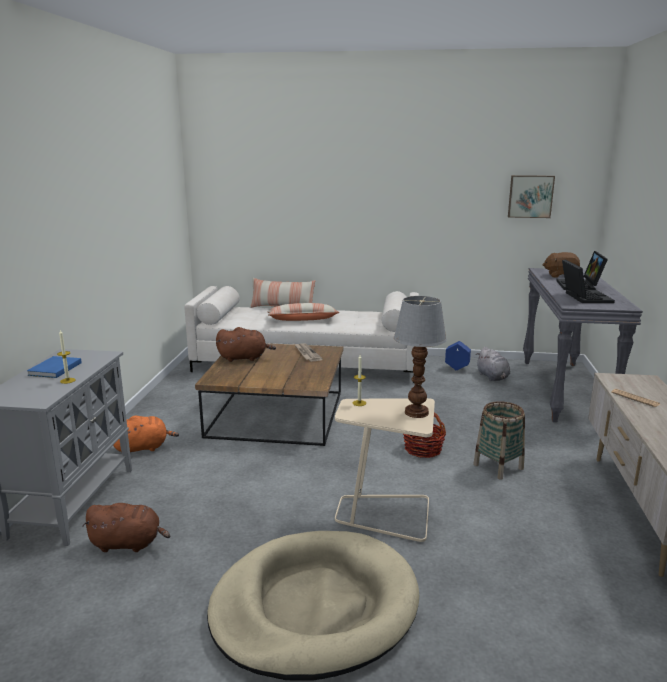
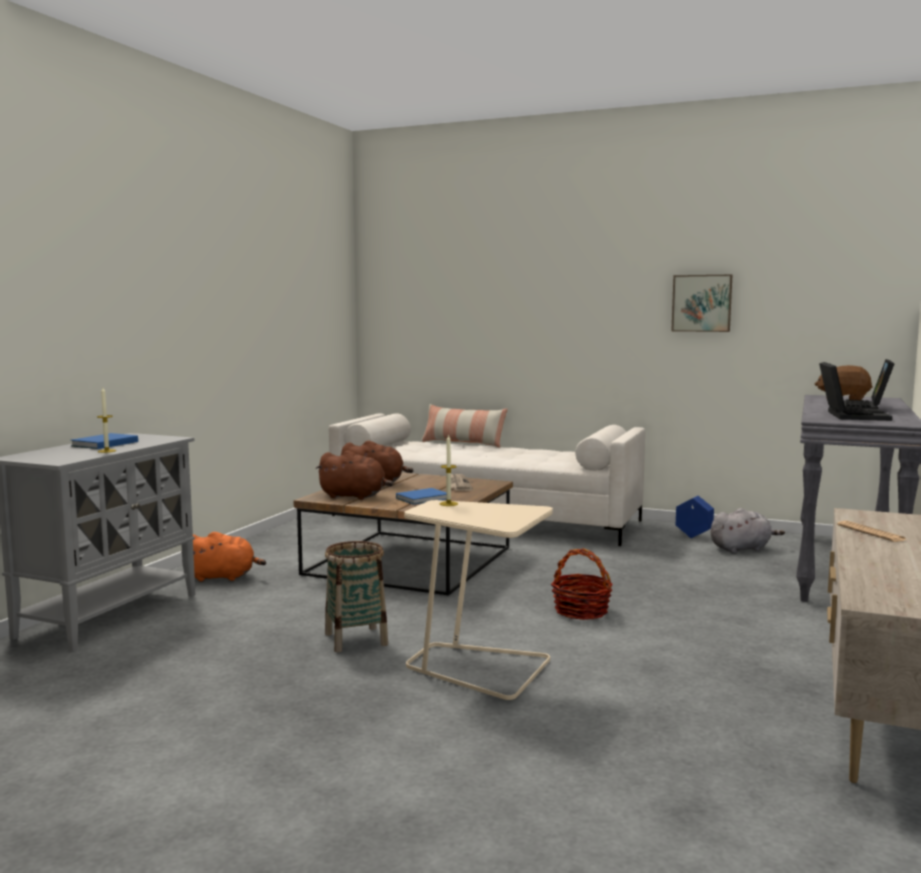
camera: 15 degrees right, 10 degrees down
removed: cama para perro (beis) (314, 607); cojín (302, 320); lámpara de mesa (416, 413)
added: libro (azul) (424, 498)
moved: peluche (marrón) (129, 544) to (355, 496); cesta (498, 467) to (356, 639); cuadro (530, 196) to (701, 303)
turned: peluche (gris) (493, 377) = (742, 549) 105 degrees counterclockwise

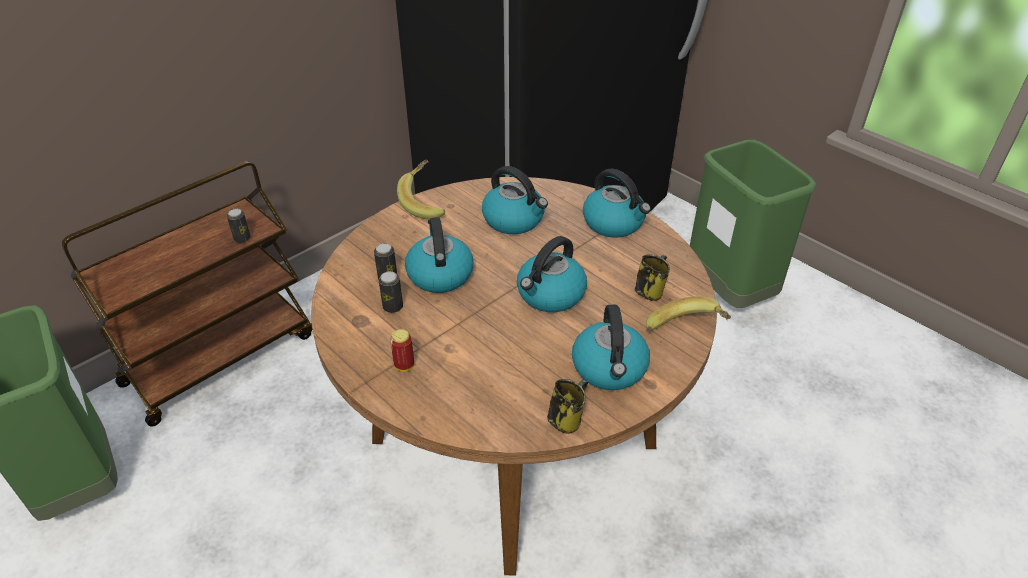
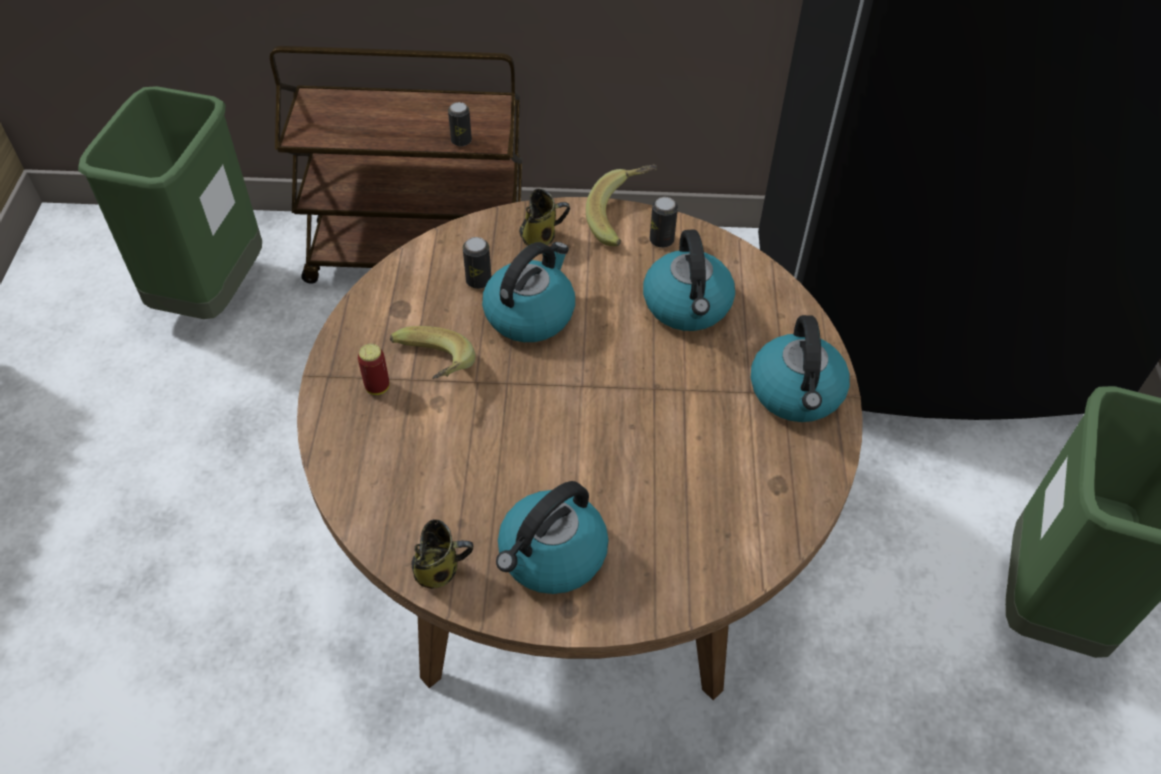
camera: 45 degrees right, 10 degrees up
removed: hervidor (550, 295)
moved: plátano (686, 332) to (430, 371); taza grande (650, 291) to (541, 236); lata (393, 307) to (661, 240)

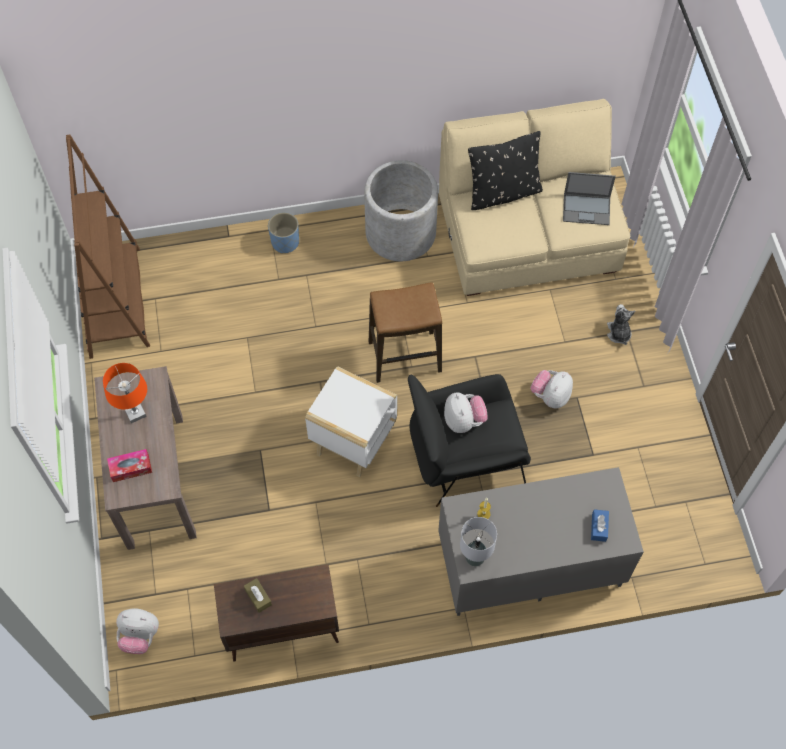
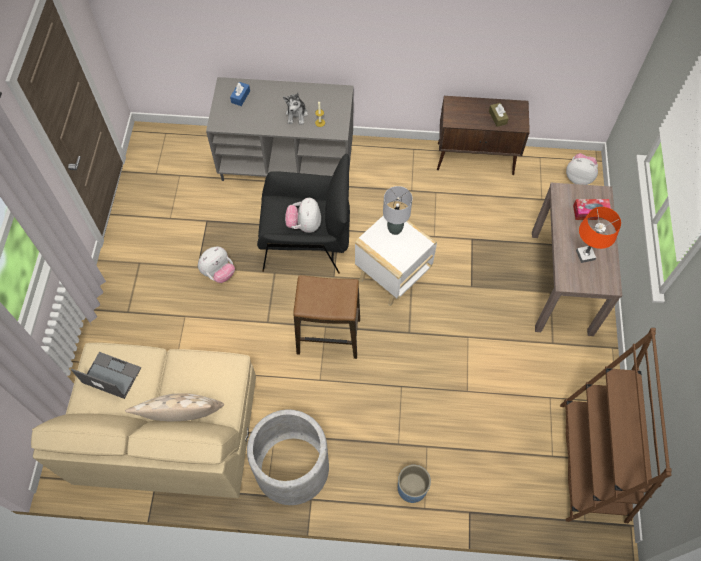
camera: 165 degrees left, 0 degrees up
moved: peluche (618, 333) to (297, 114); lámpara de mesa (gris) (475, 559) to (395, 229)
recoloured: cojín (negro) (503, 193) to cojín (beis) (184, 417)

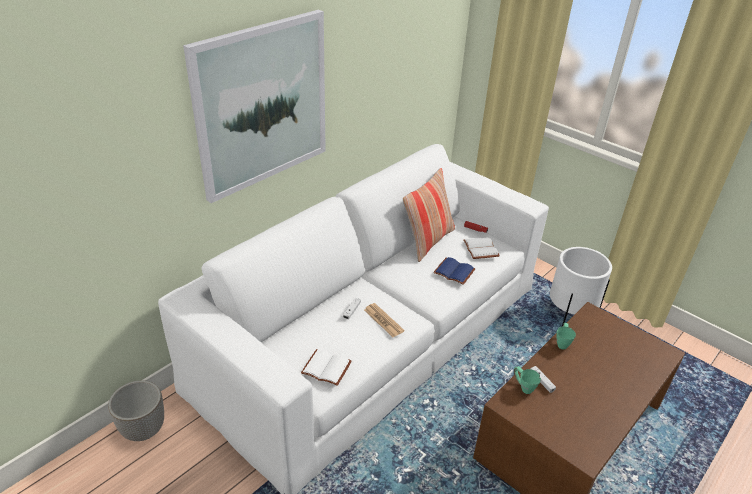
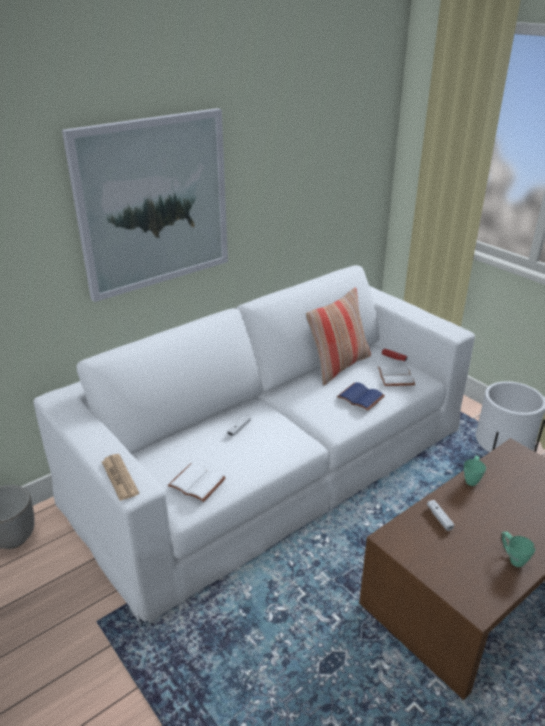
camera: 10 degrees right, 5 degrees down
moved: periódico (383, 320) to (119, 477); taza grande (verde) (523, 387) to (512, 558)

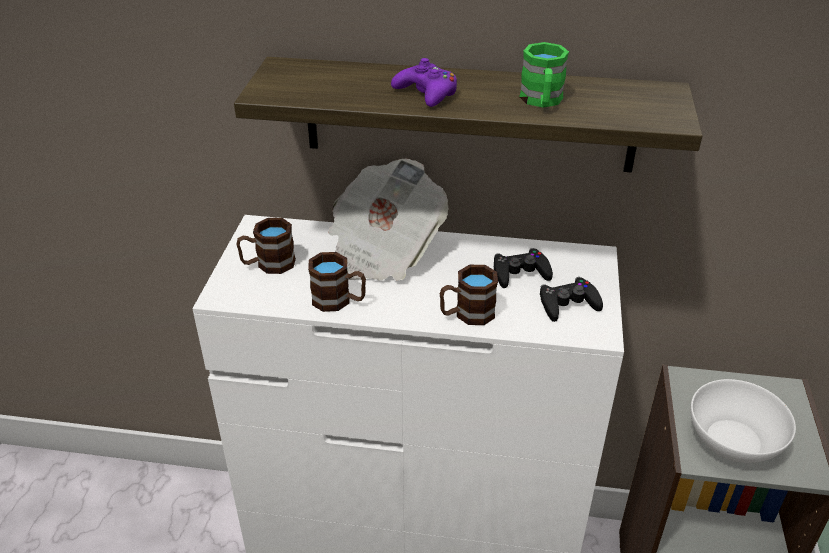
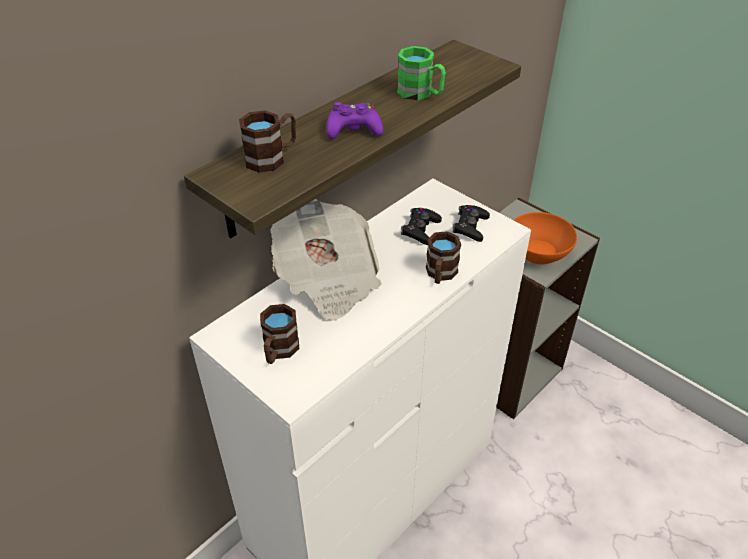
camera: 55 degrees left, 5 degrees up
moved: taza grande (marrón) (339, 301) to (272, 157)
recoloured: cuenco (blanco) (733, 440) to cuenco (naranja) (538, 252)

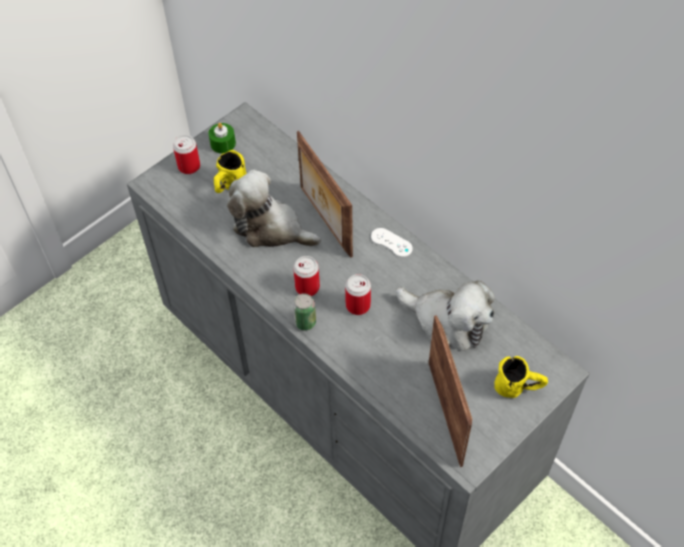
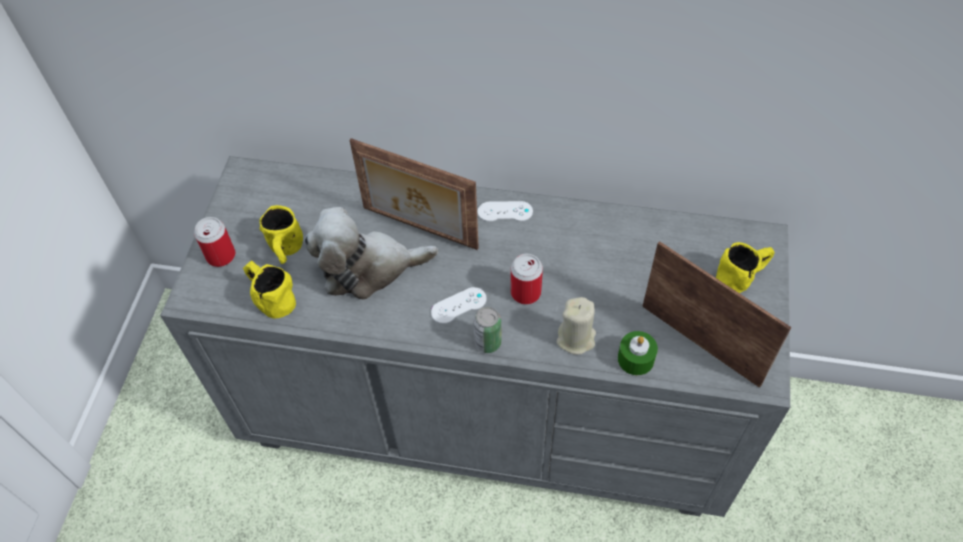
camera: 35 degrees left, 0 degrees up
removed: peluche (447, 322)
added: taza grande (amarillo) (270, 298); vela (beis) (576, 338)
moved: vela (verde) (223, 143) to (635, 359)
replaced: lata (307, 287) to mando de consola (blanco) (458, 305)

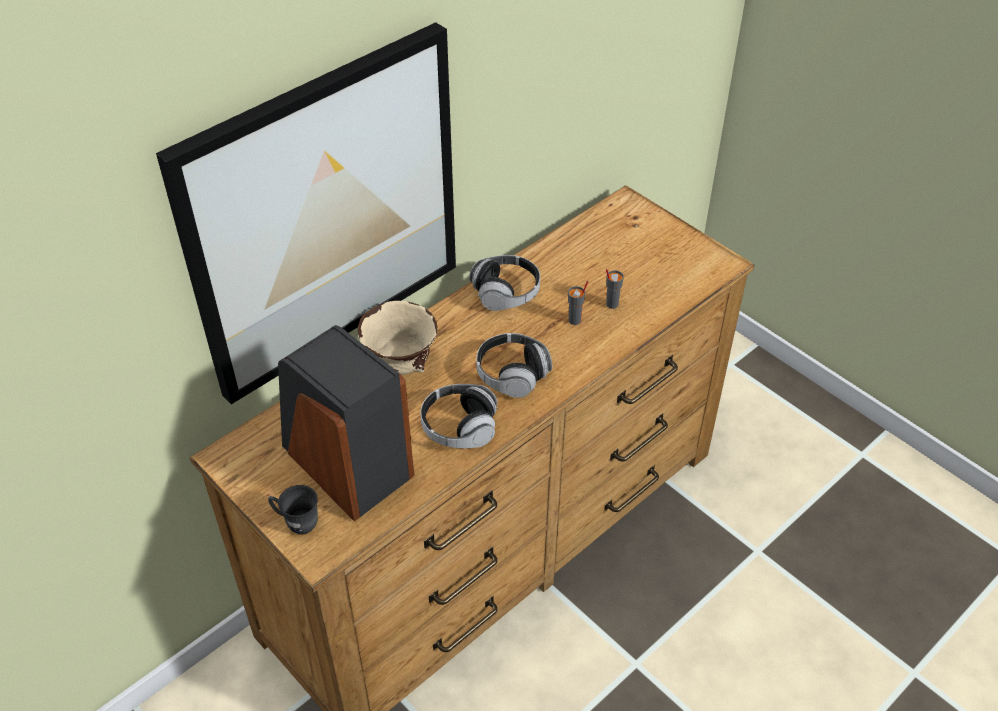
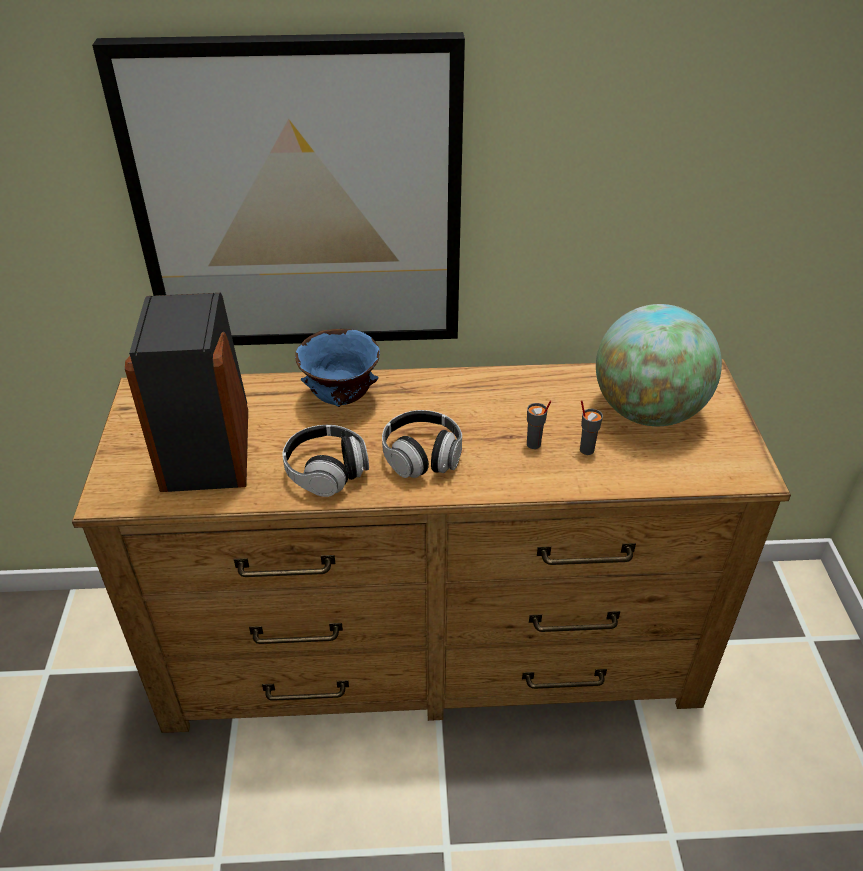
camera: 40 degrees right, 5 degrees down
removed: taza grande (gris) (296, 522); auriculares (506, 293)
added: globo terráqueo (647, 412)
recoloured: cuenco (beis) (401, 366) to cuenco (azul) (342, 399)

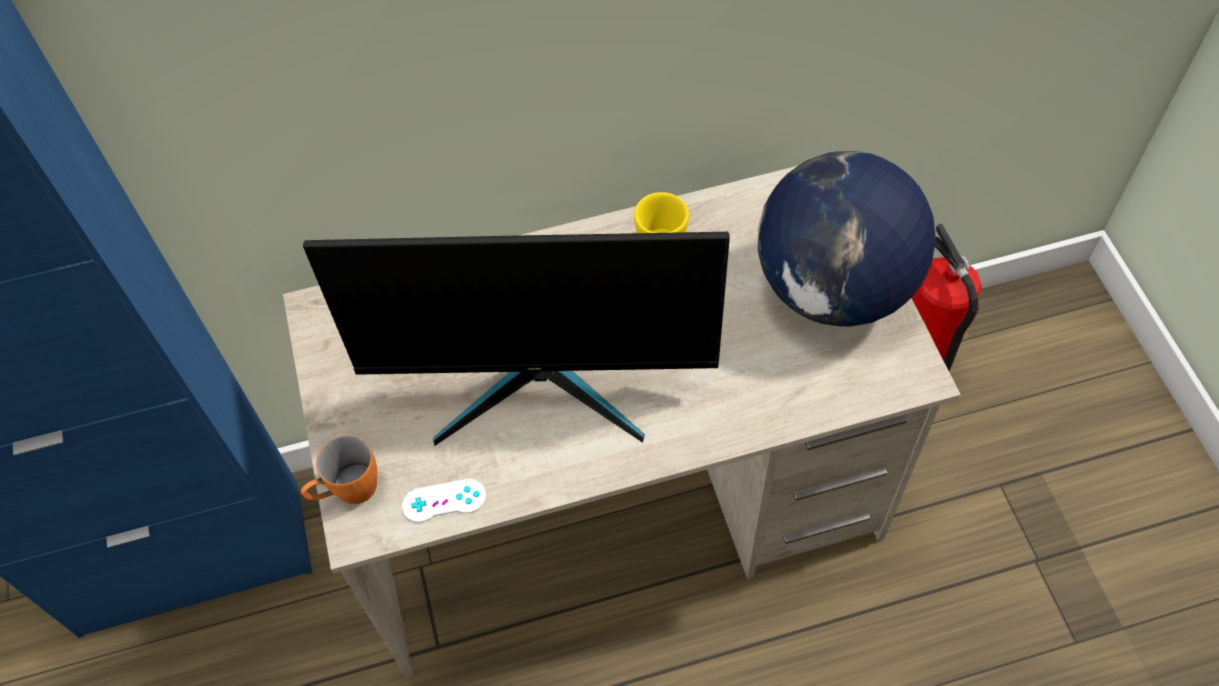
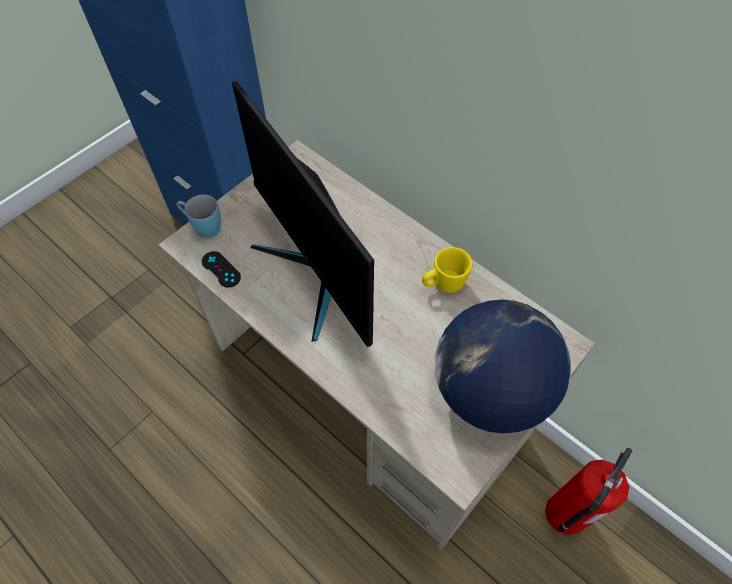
camera: 55 degrees right, 0 degrees up
recoloured: taza grande (naranja) (347, 492) to taza grande (azul) (203, 227); mando de consola (blanco) (444, 501) to mando de consola (negro) (221, 269)

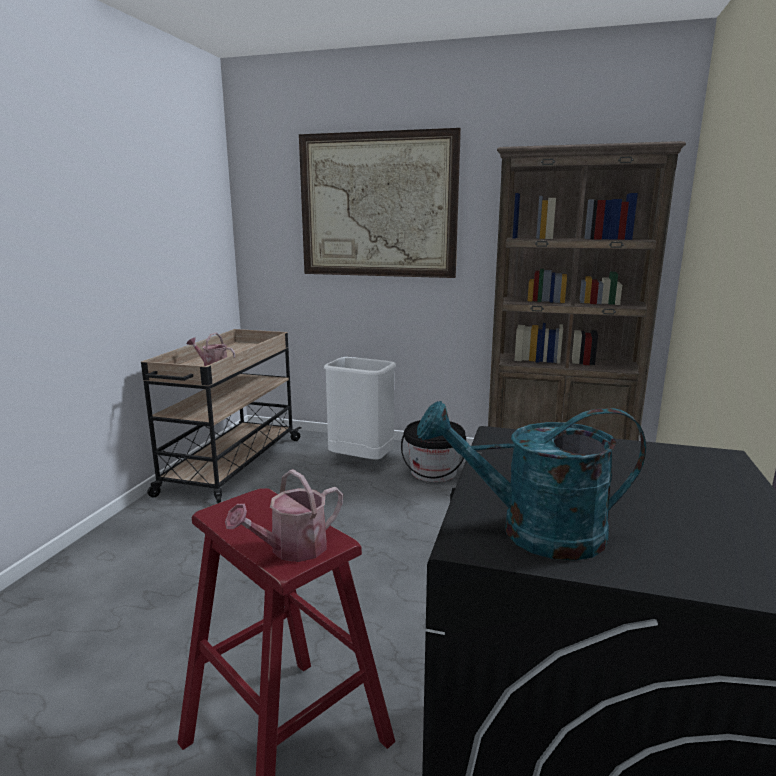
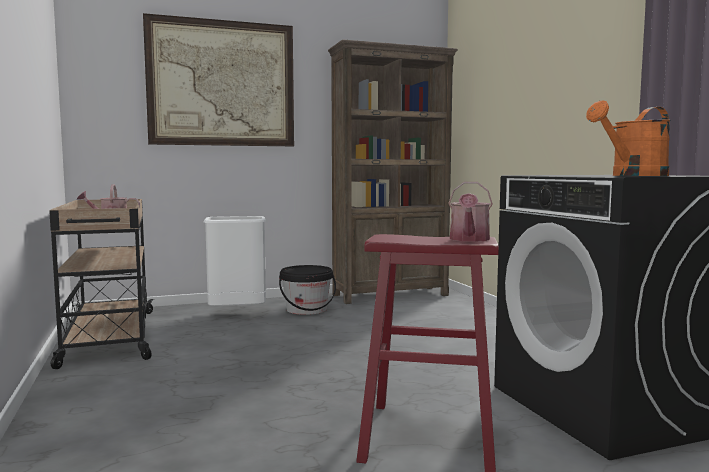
camera: 35 degrees left, 10 degrees down
recoloured: regadera (turquesa) (533, 532) to regadera (naranja) (633, 175)

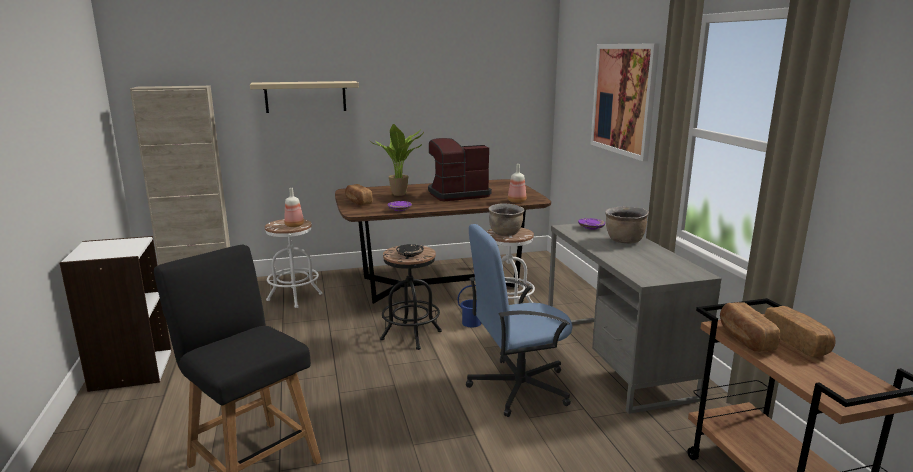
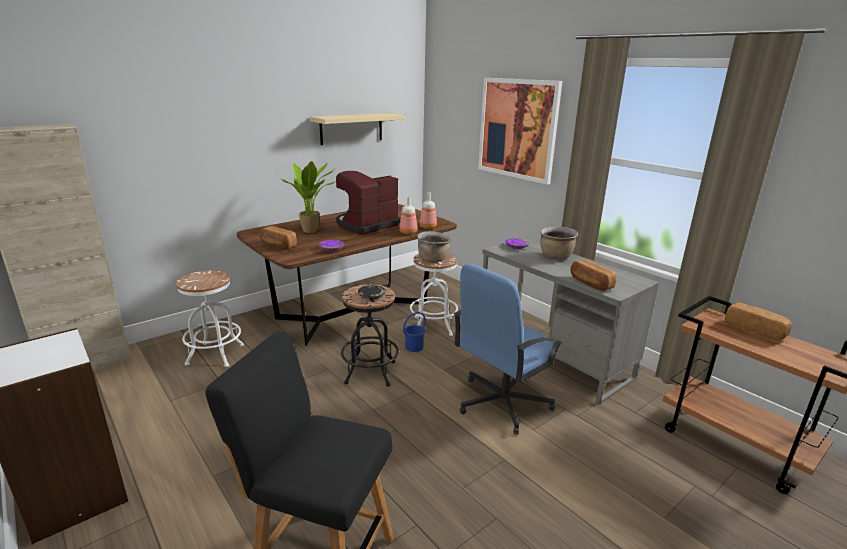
camera: 25 degrees left, 5 degrees up
moved: estante (beis) (305, 96) to (351, 128); botella (295, 225) to (408, 232); pan (744, 338) to (590, 283)

